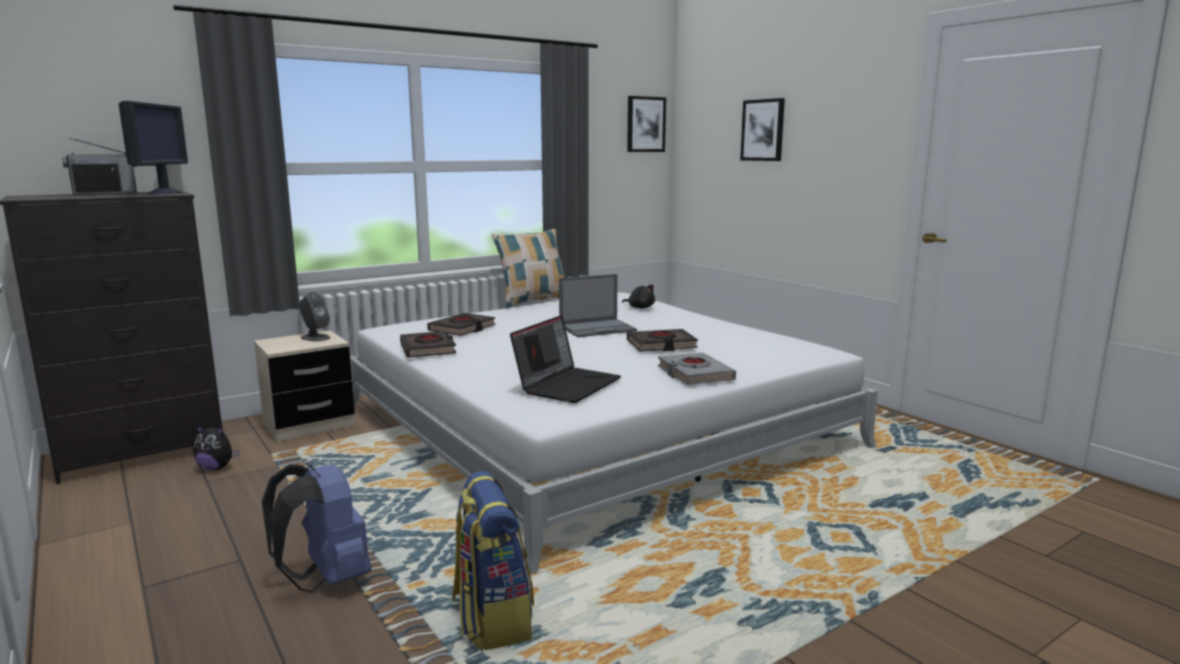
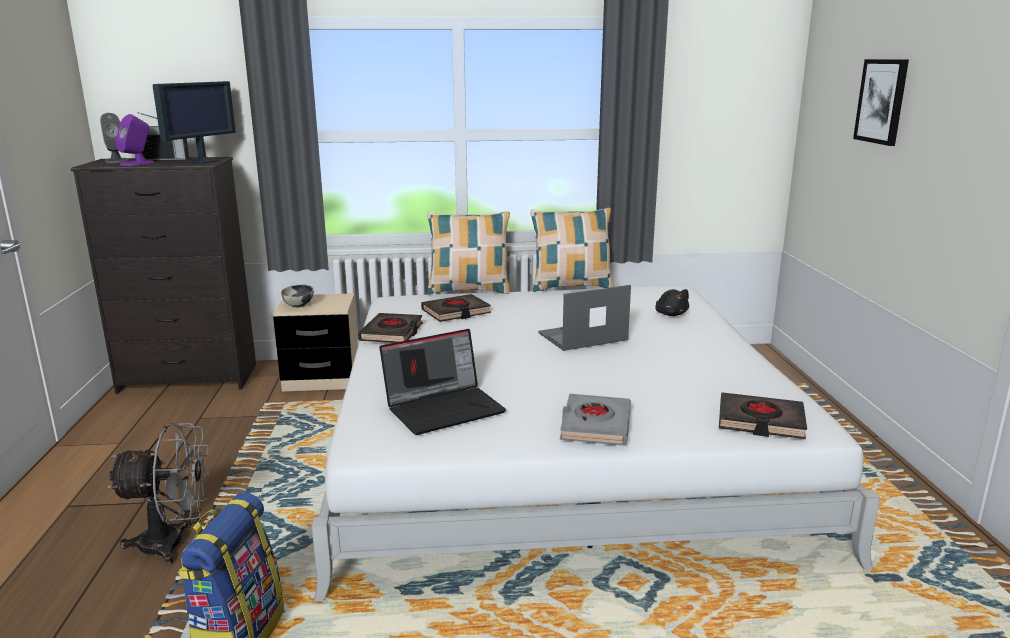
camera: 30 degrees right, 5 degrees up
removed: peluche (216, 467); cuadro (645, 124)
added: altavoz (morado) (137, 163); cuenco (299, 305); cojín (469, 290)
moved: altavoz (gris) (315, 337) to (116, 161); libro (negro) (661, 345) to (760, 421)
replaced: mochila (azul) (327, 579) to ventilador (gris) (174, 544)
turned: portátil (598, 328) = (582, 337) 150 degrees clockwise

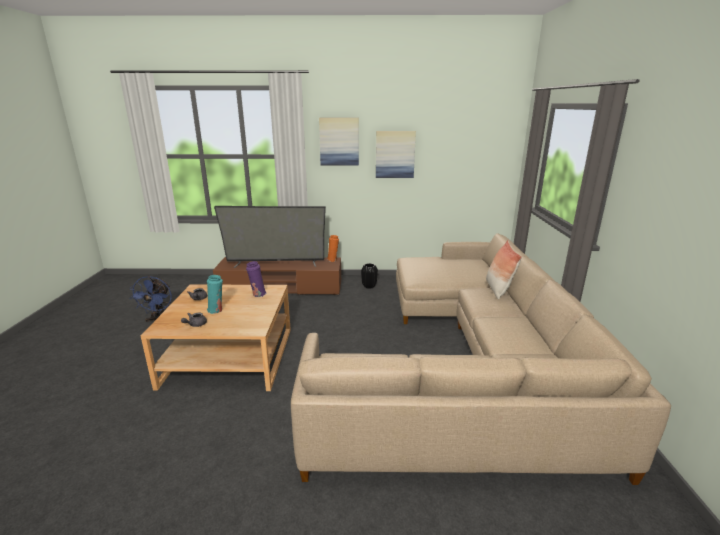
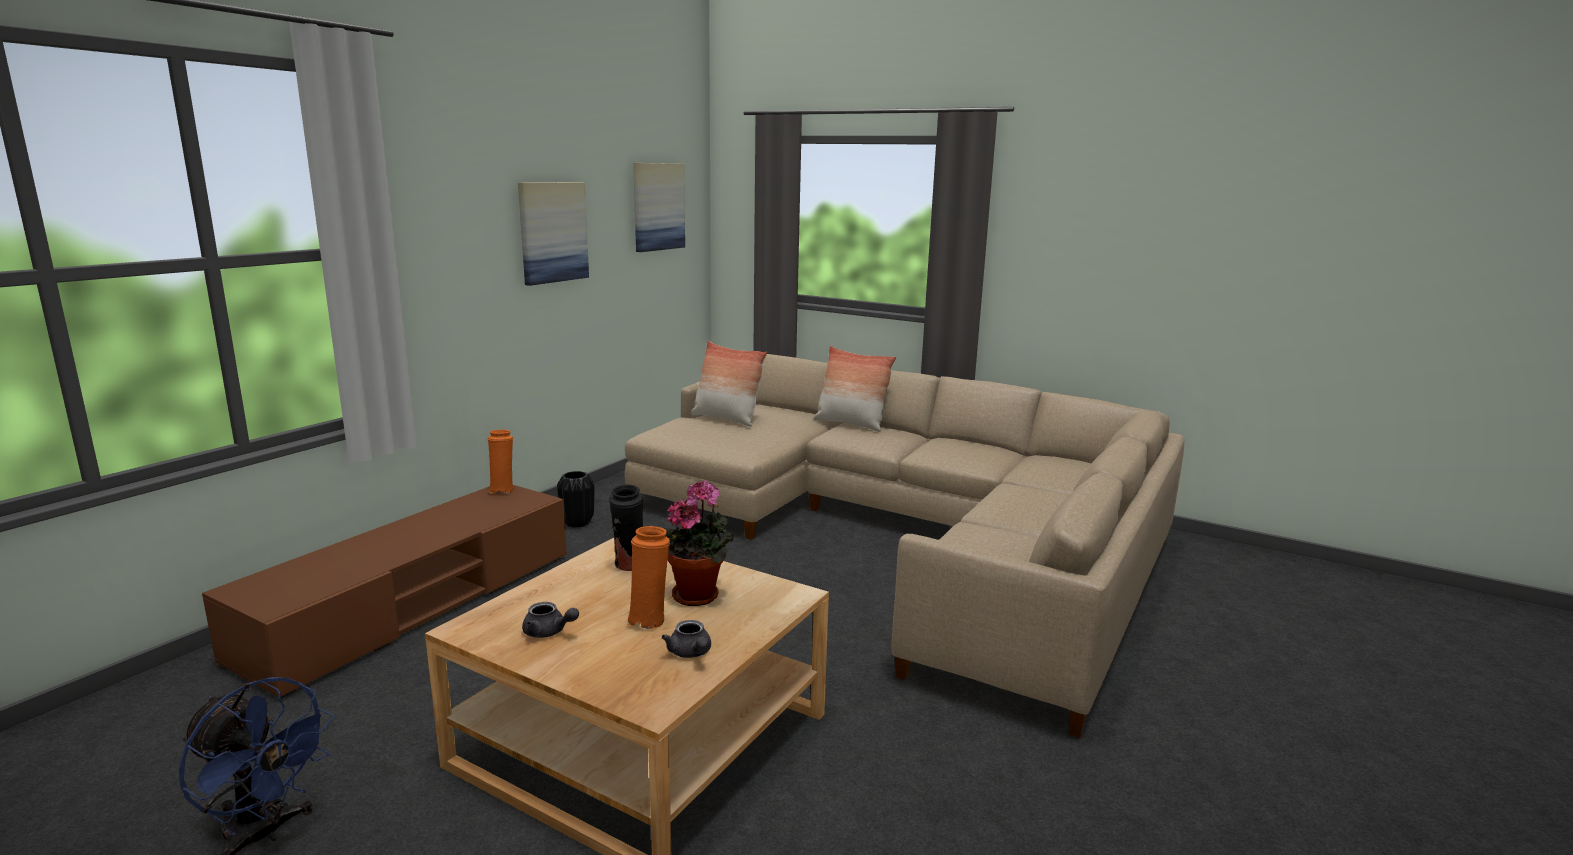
camera: 60 degrees left, 5 degrees down
removed: televisor (276, 263)
added: planta en maceta (699, 595); cojín (726, 419)
moved: cuadro (339, 141) to (658, 206)
recoloured: florero (morado) (257, 294) to florero (negro) (630, 566); florero (turquesa) (217, 310) to florero (naranja) (649, 619)

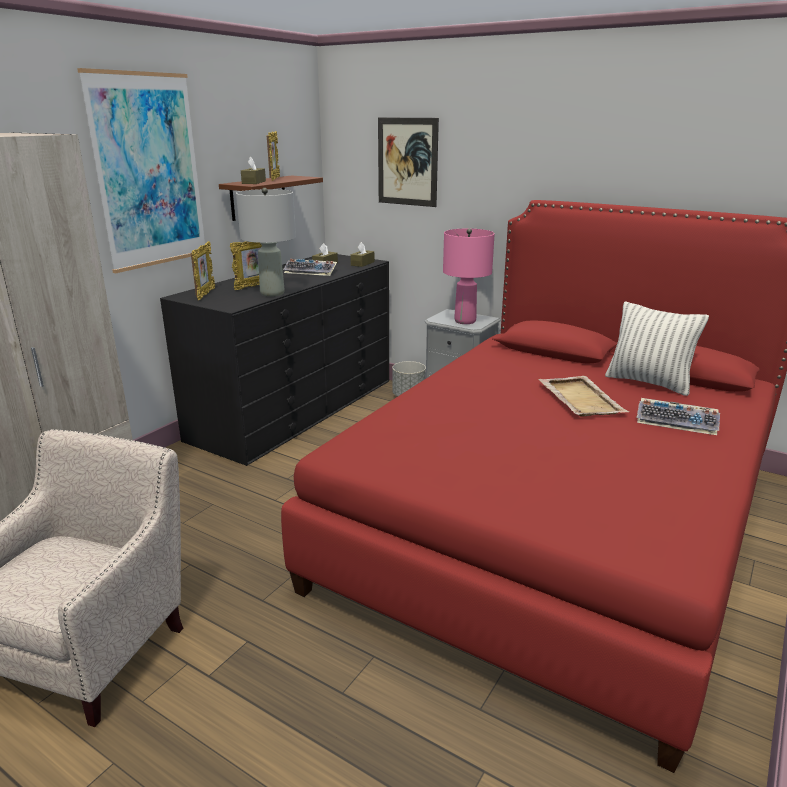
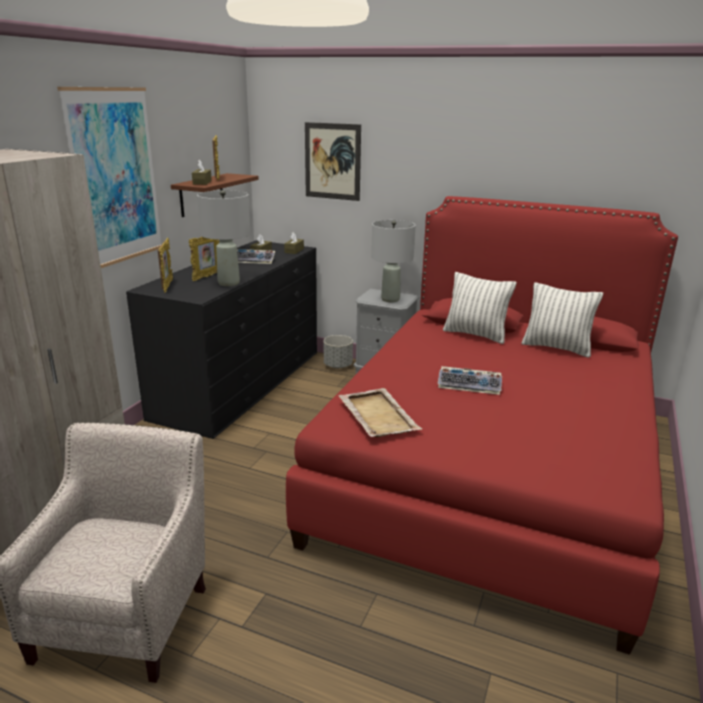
camera: 10 degrees left, 0 degrees up
added: cojín (475, 334)
moved: bandeja (beis) (580, 398) to (377, 414); teclado (677, 422) to (470, 385)
recoloured: lámpara de mesa (rosa) (465, 321) to lámpara de mesa (gris) (390, 299)

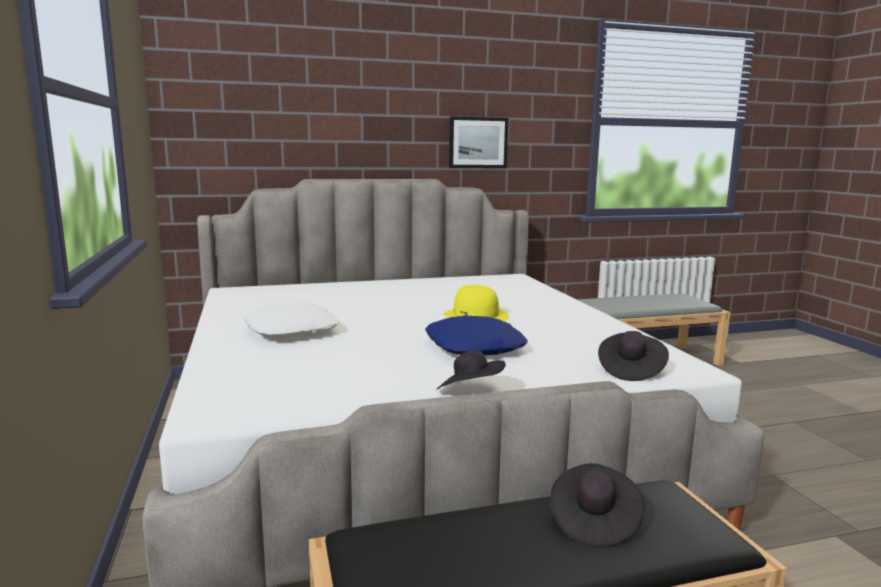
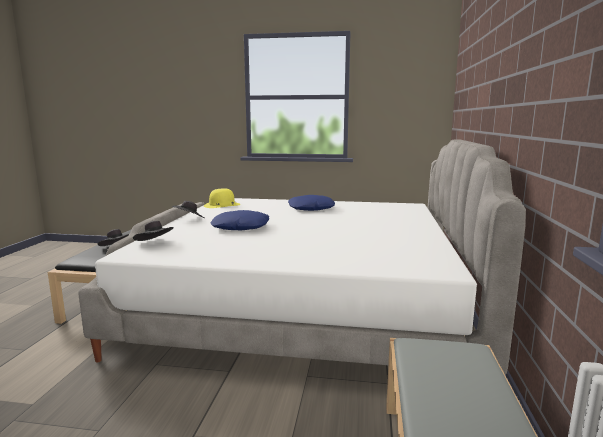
camera: 115 degrees right, 0 degrees up
removed: cuadro (478, 142)
moved: sombrero (amarillo) (476, 315) to (222, 205)
recoloured: cojín (blanco) (291, 330) to cojín (azul) (311, 208)

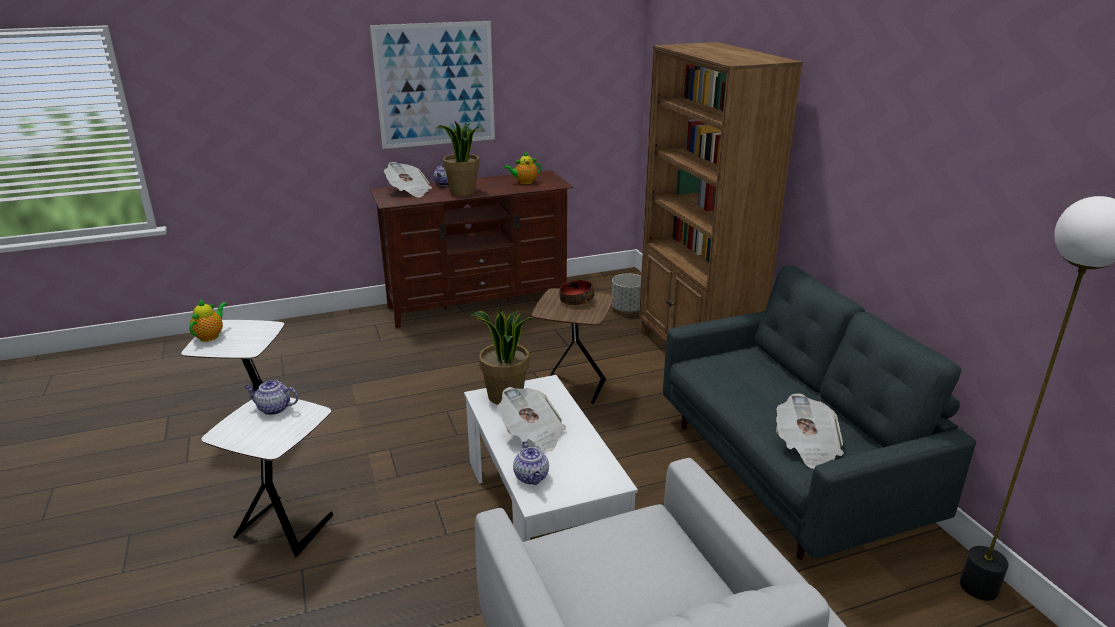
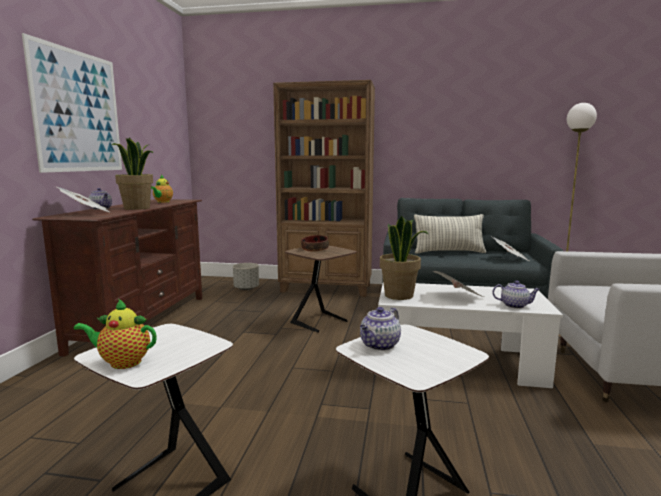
camera: 60 degrees left, 15 degrees down
added: cojín (449, 252)
turned: tetera (210, 336) = (122, 362) 45 degrees counterclockwise

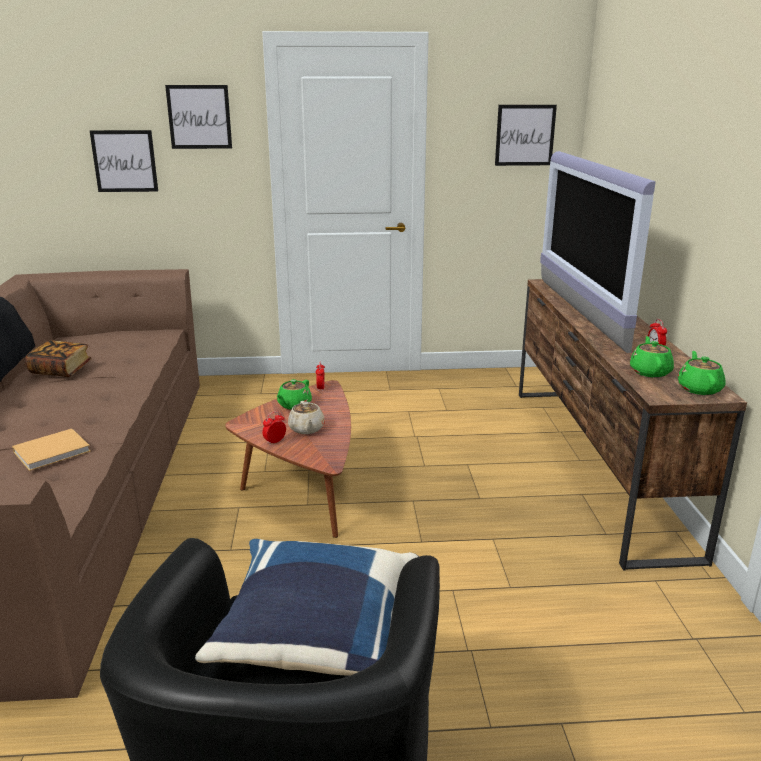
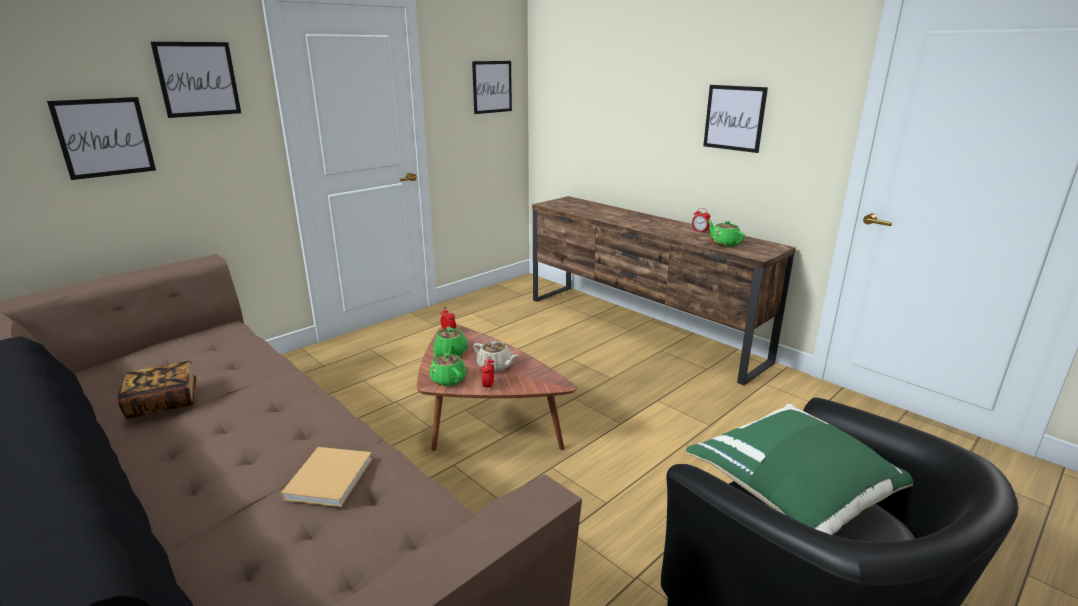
camera: 40 degrees left, 0 degrees up
removed: televisor (577, 312)
added: cuadro (734, 118)
moved: tetera (verde) (699, 389) to (447, 379)
recoloured: cojín (azul) (316, 635) to cojín (verde) (794, 493)

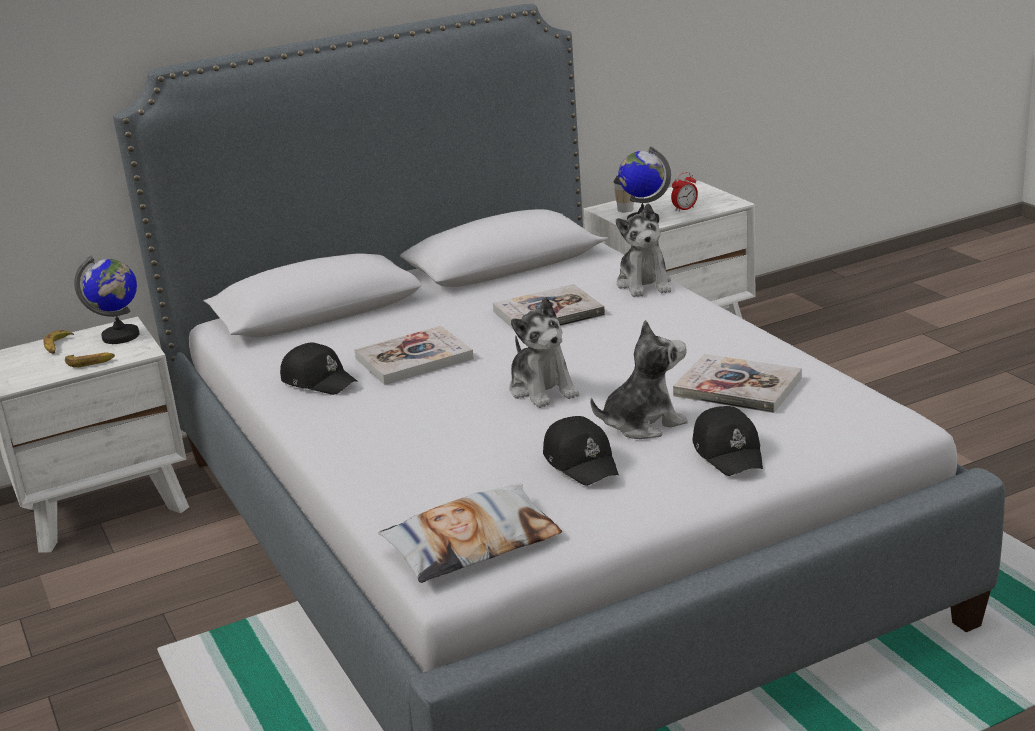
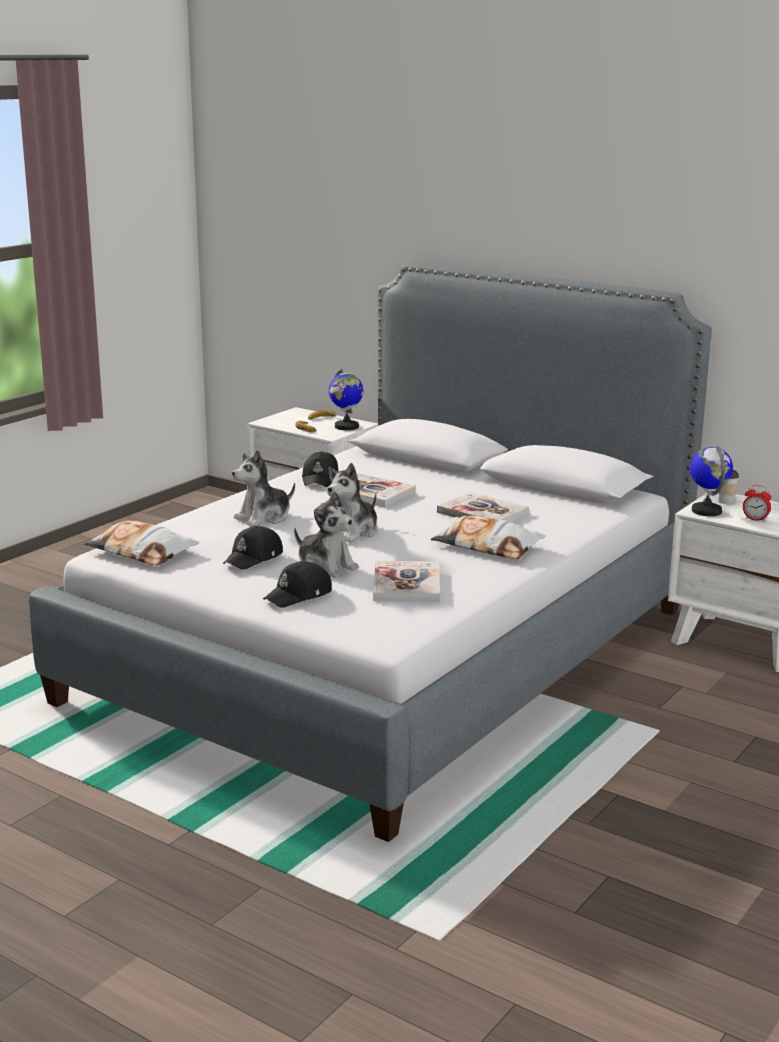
camera: 60 degrees right, 5 degrees down
added: cojín (487, 546)
moved: peluche (644, 284) to (264, 518)

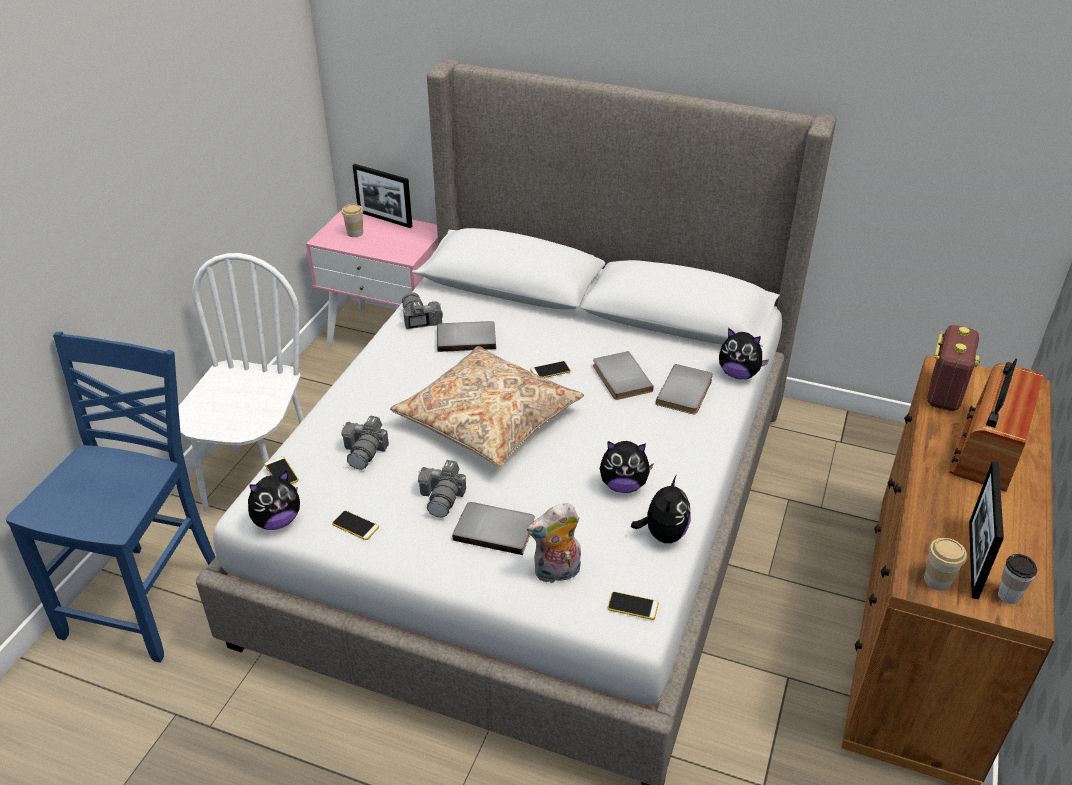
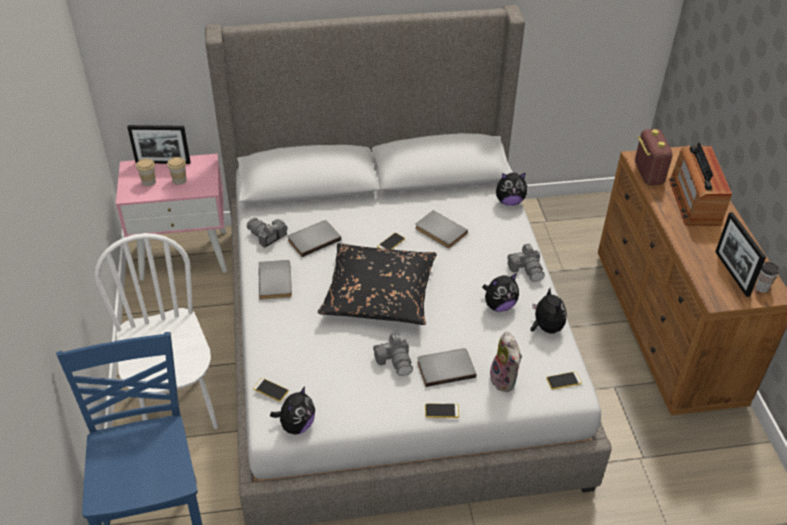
camera: 30 degrees left, 5 degrees up
moved: taza (937, 580) to (179, 180); libro (gris) (686, 392) to (277, 281); móvil (355, 525) to (441, 411); cámara (365, 451) to (527, 269)
recoloured: cojín (beis) (488, 419) to cojín (negro) (379, 293)
turned: peluche (557, 573) = (505, 380) 60 degrees counterclockwise

